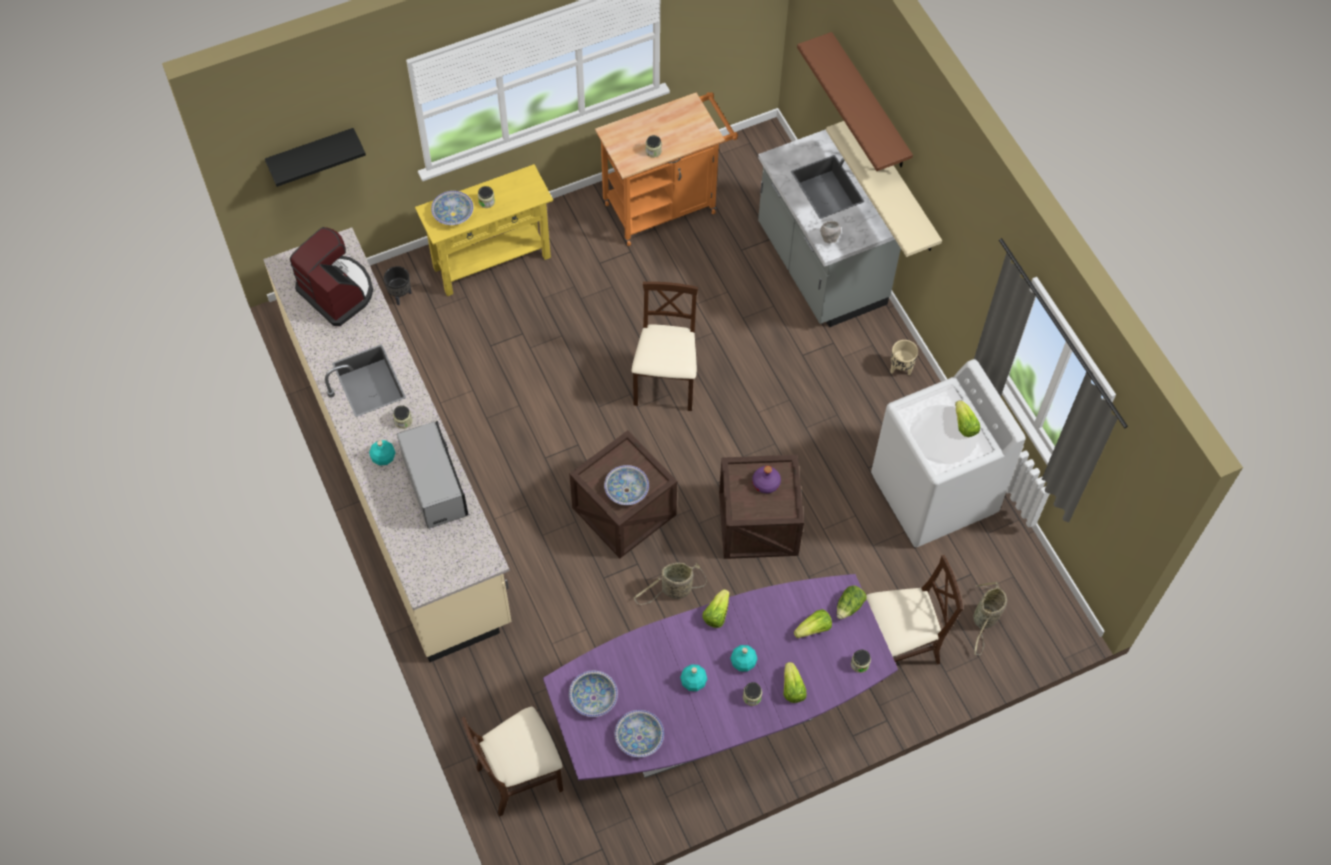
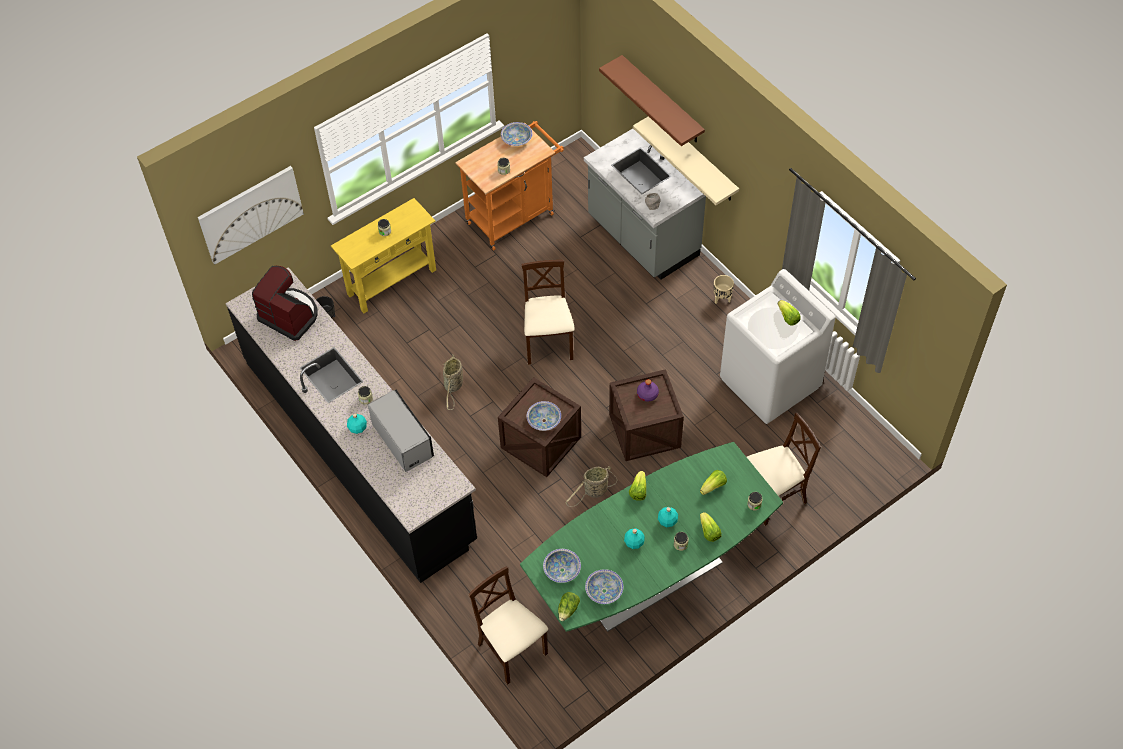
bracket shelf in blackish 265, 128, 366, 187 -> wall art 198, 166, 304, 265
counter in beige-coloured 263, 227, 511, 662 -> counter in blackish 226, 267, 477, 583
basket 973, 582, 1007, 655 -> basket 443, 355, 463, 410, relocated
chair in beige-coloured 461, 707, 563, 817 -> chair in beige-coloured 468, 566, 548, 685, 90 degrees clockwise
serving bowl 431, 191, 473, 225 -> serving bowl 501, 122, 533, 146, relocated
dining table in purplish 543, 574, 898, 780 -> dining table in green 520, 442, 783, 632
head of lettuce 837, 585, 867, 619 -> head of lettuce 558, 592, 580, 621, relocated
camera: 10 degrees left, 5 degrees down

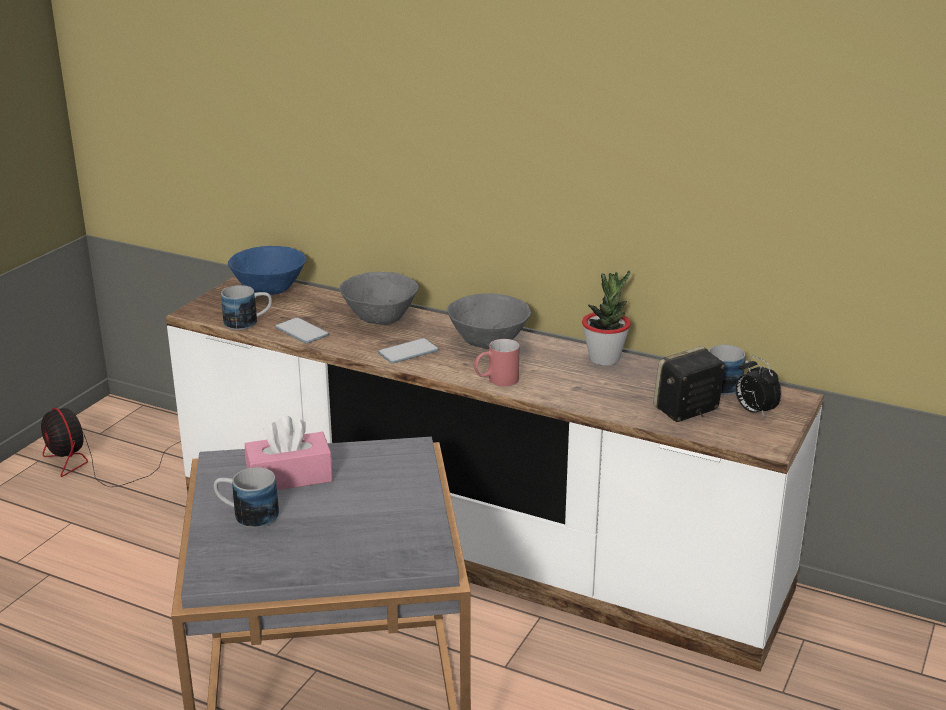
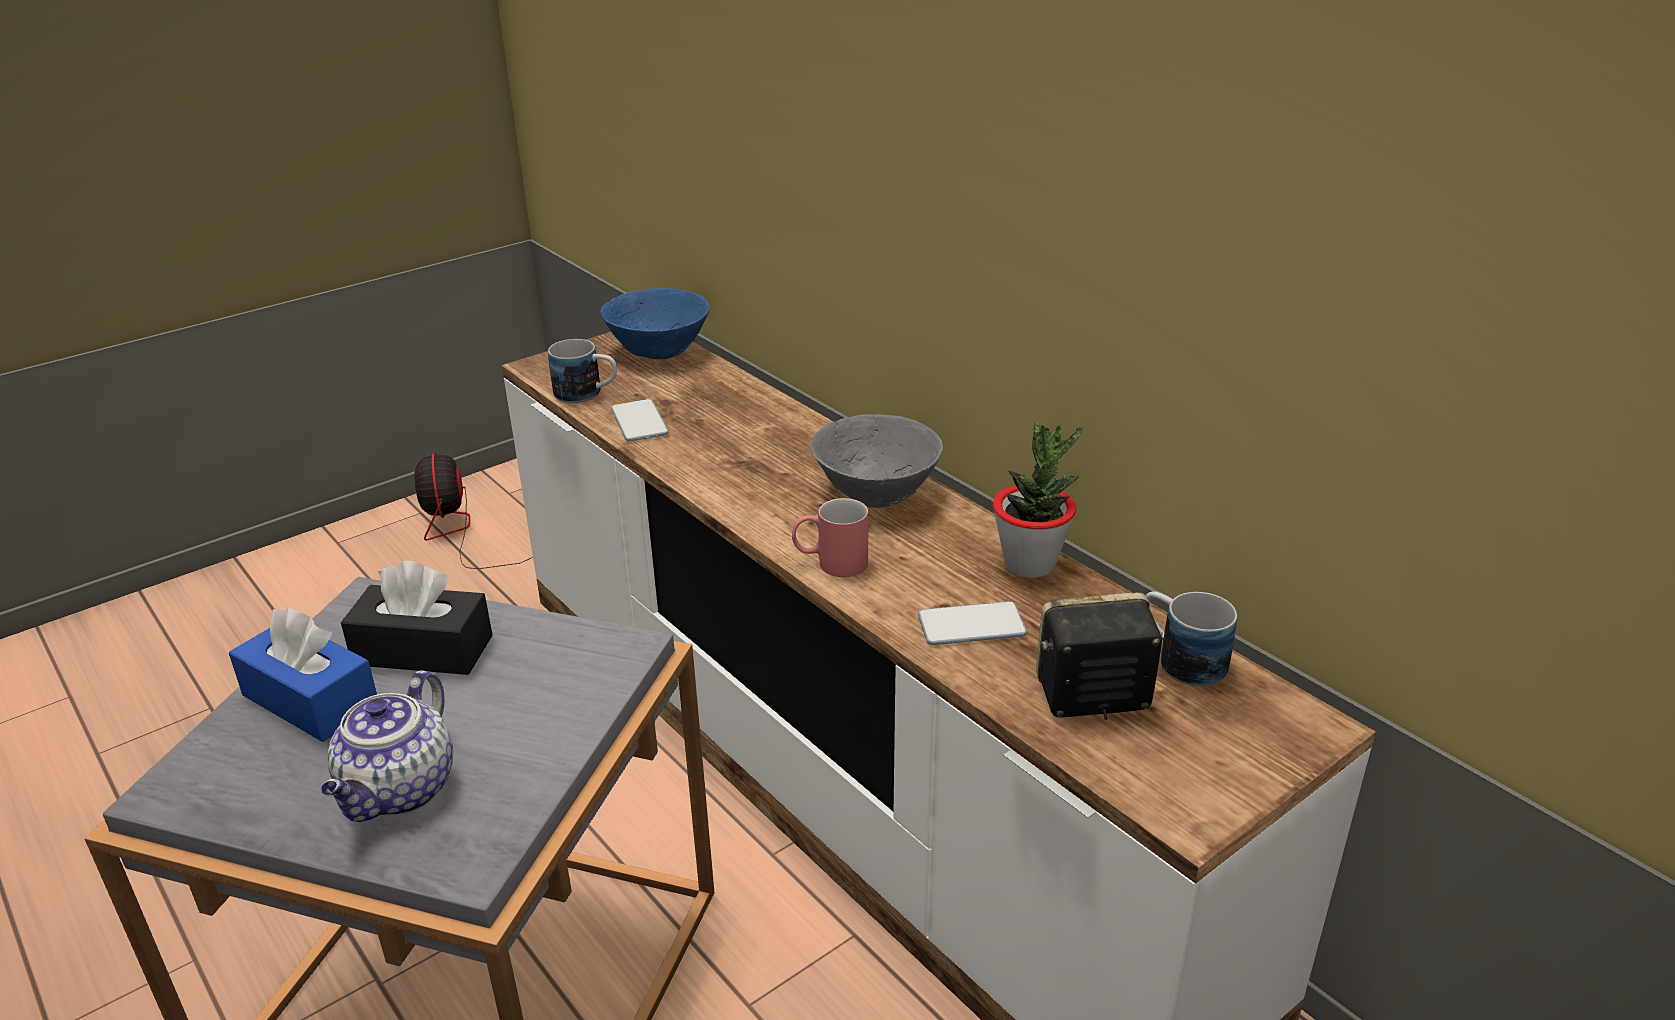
coffee mug 214, 467, 279, 528 -> tissue holder in bluish 229, 607, 377, 742
none -> pot for tea 321, 670, 453, 822
tissue holder in pink 245, 416, 333, 490 -> tissue holder in blackish 341, 561, 493, 675
telephone 378, 338, 439, 364 -> telephone 918, 601, 1027, 645, relocated
serving bowl in gray 339, 272, 418, 325 -> none
table clock 735, 356, 781, 418 -> none
camera: 25 degrees right, 5 degrees up

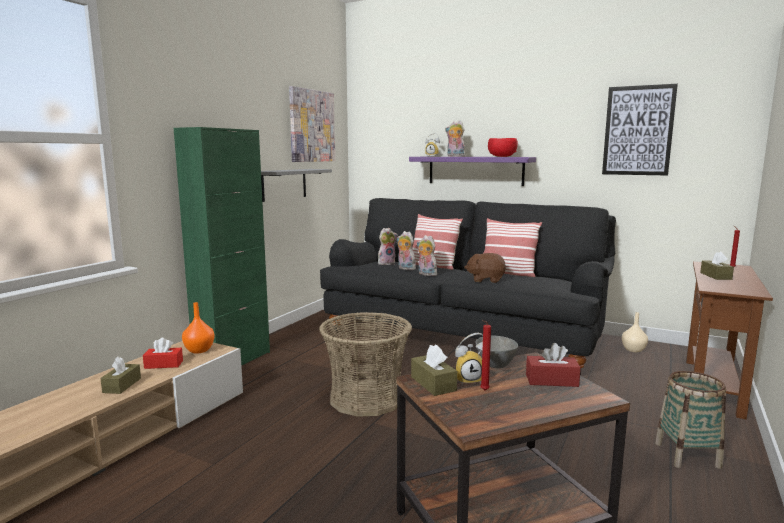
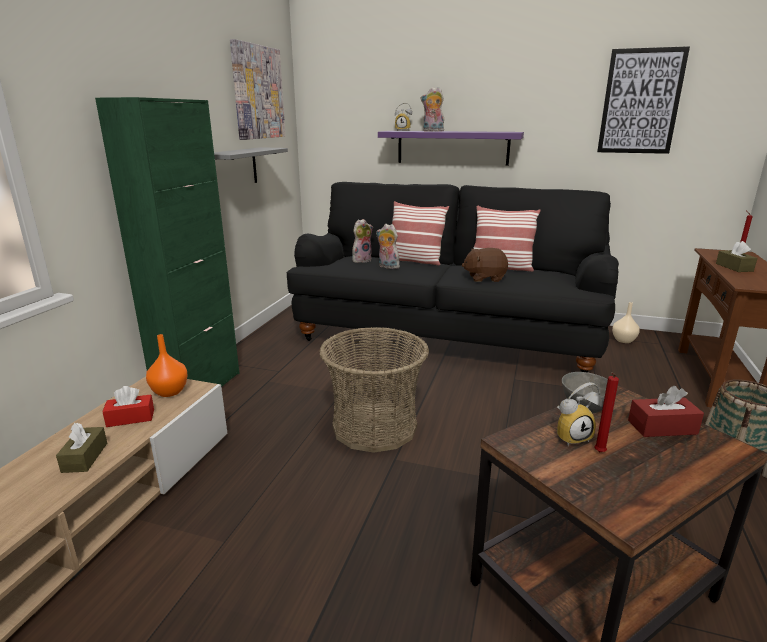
tissue holder in brown 411, 344, 457, 396 -> none
soft toy 417, 235, 437, 276 -> none
serving bowl in red 488, 138, 518, 157 -> none
camera: 10 degrees left, 10 degrees up

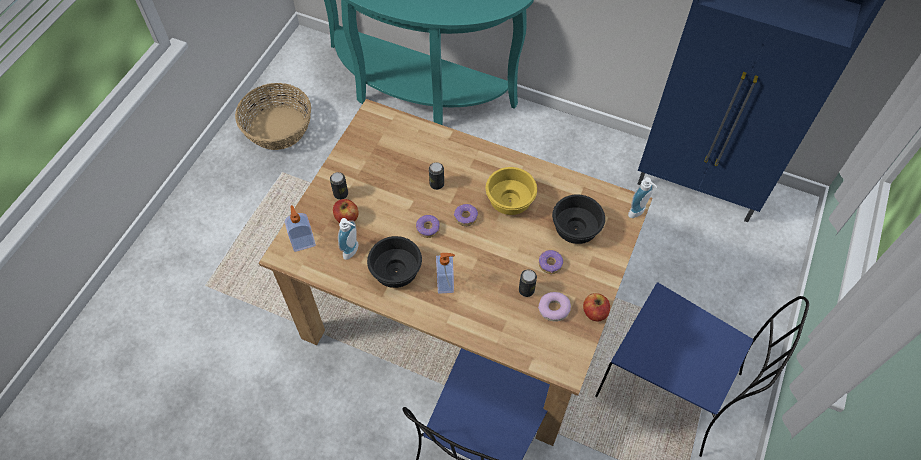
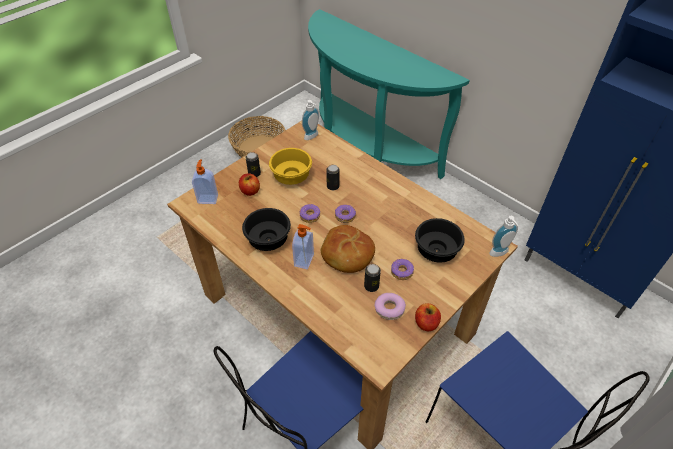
serving bowl in yellow 486, 167, 537, 215 -> serving bowl in yellow 269, 148, 312, 185, relocated
liquid soap bottle 338, 218, 359, 260 -> liquid soap bottle 302, 100, 319, 140, relocated
none -> bakery bread 321, 225, 375, 273
camera: 20 degrees right, 10 degrees down

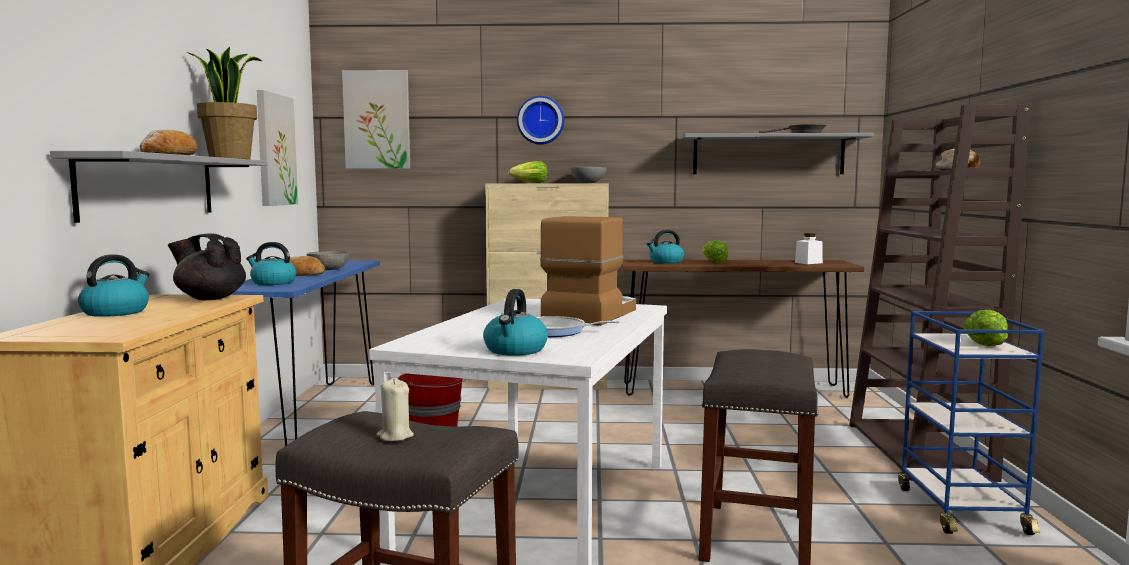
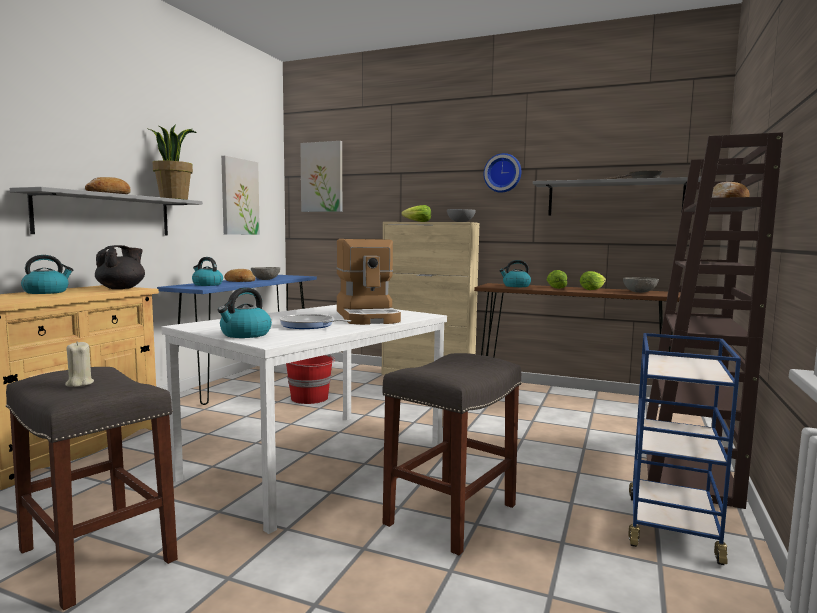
pot for tea in blackish 168, 233, 246, 300 -> pot for tea in blackish 95, 245, 145, 289, 75 degrees clockwise
coffee machine 540, 216, 636, 326 -> coffee machine 336, 239, 401, 325, 120 degrees clockwise
wall clock 517, 96, 564, 145 -> wall clock 484, 153, 521, 193, relocated
head of lettuce 963, 310, 1008, 346 -> head of lettuce 580, 271, 606, 290, relocated
storage jar in white 795, 233, 823, 264 -> serving bowl in gray 623, 277, 659, 293
camera: 20 degrees right, 0 degrees up

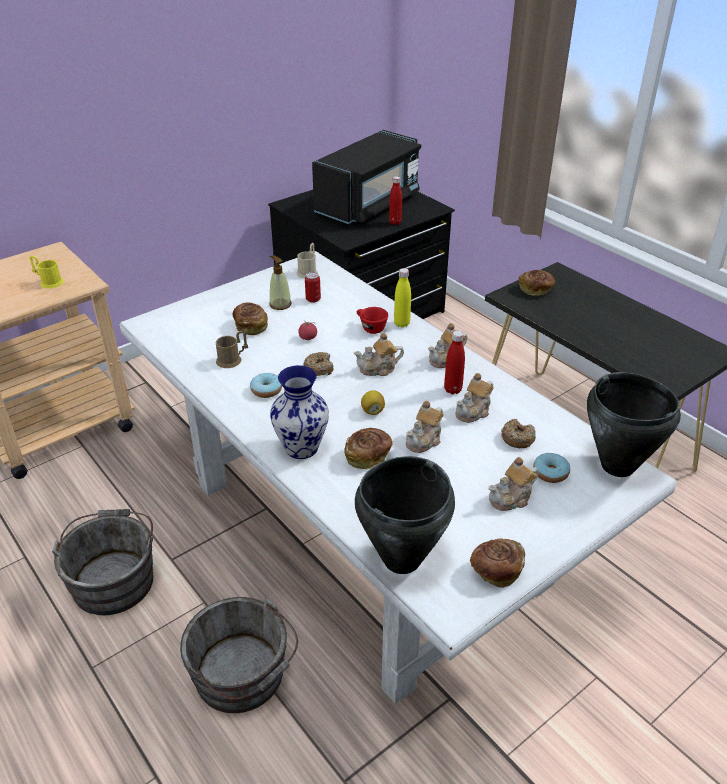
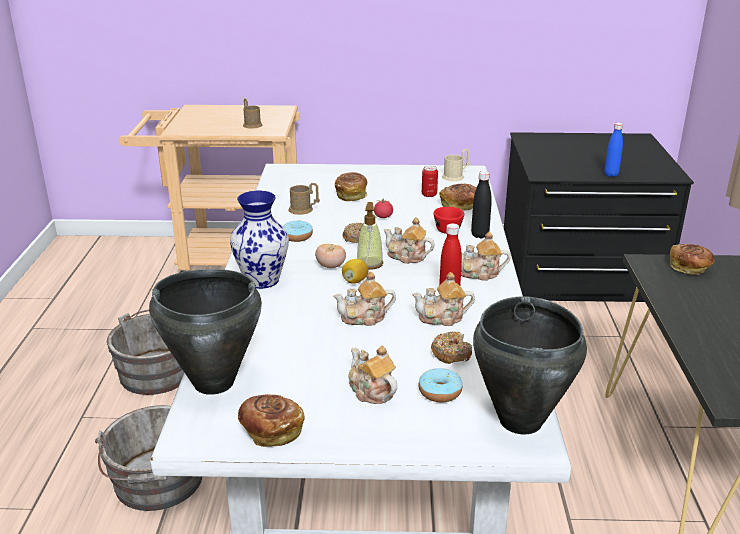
coffee mug in yellow 30, 256, 64, 289 -> coffee mug in brown 243, 98, 263, 129
none -> tomato 315, 244, 346, 268
pot for tea 489, 457, 539, 511 -> pot for tea 348, 345, 398, 404, 45 degrees clockwise
liquid soap bottle 269, 255, 291, 310 -> liquid soap bottle 357, 202, 383, 270, relocated
bakery bread 344, 428, 393, 470 -> bakery bread 439, 184, 477, 211, relocated
beverage bottle in yellow 394, 268, 411, 327 -> beverage bottle in blackish 471, 171, 492, 238
beverage bottle in red 389, 176, 402, 225 -> beverage bottle in bluish 604, 122, 623, 177
microwave oven in blackish 312, 130, 421, 224 -> none
camera: 40 degrees right, 10 degrees down

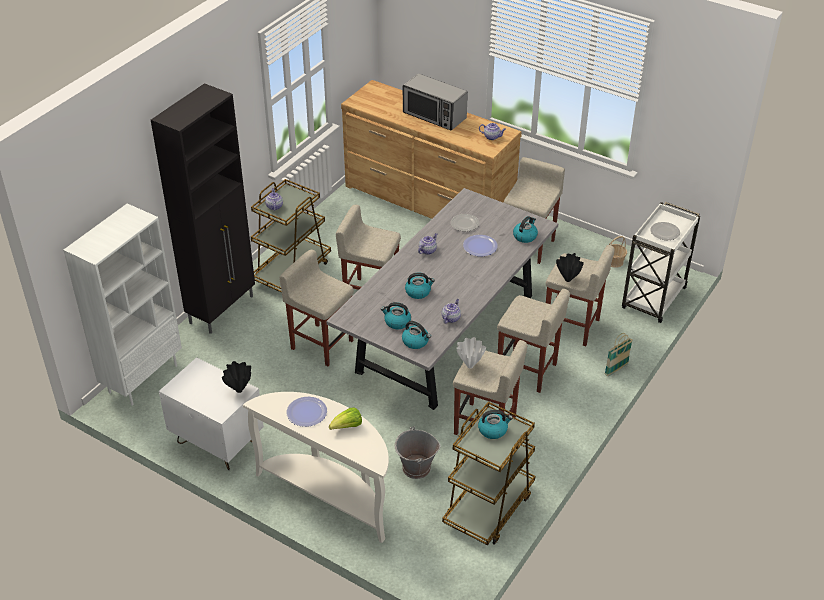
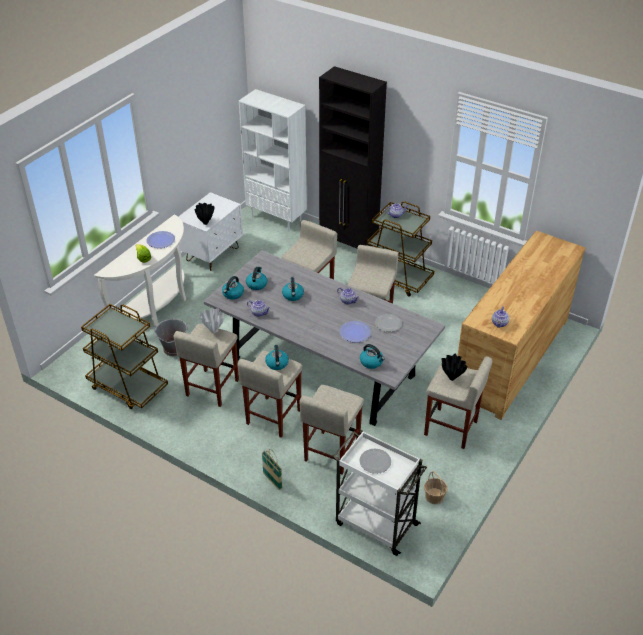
tea kettle 478, 410, 513, 439 -> tea kettle 265, 345, 289, 370, relocated
vase in blackish 556, 253, 584, 282 -> vase in blackish 442, 354, 468, 381, relocated
microwave oven 403, 74, 468, 131 -> none
camera: 90 degrees right, 0 degrees up

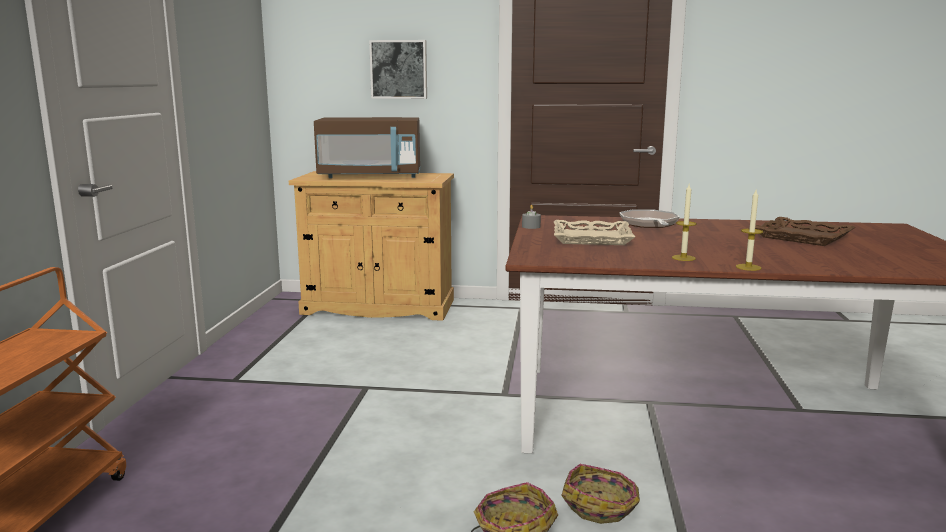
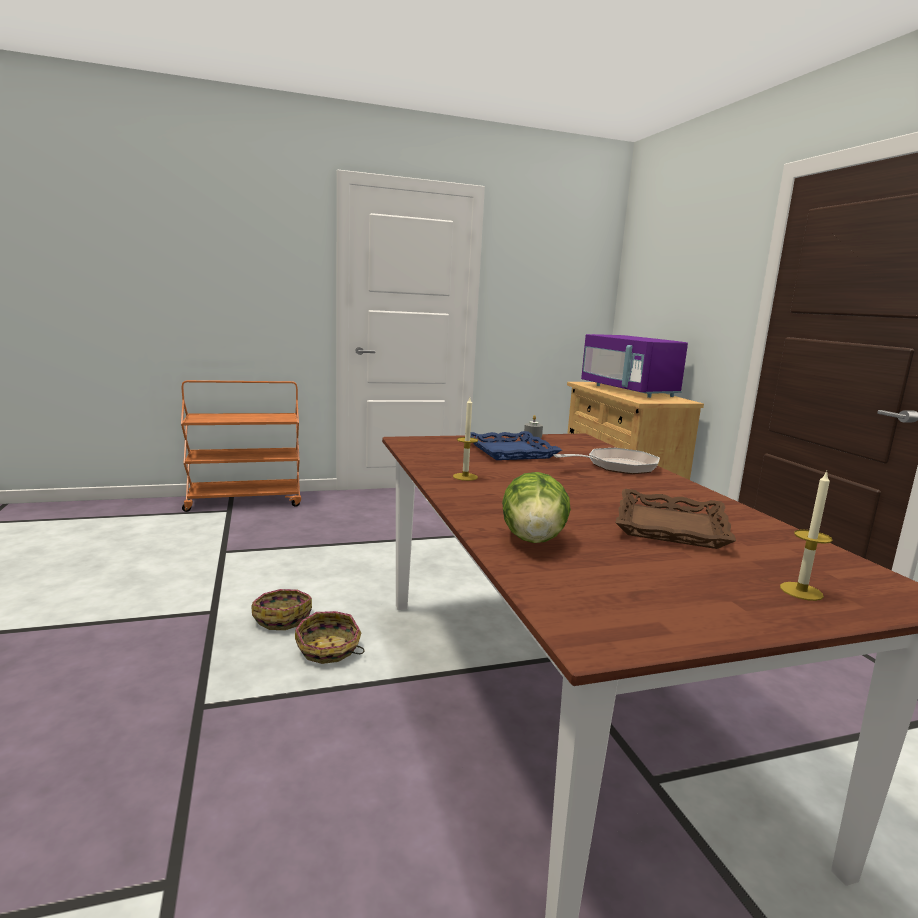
tray in beige-coloured 554, 220, 635, 245 -> tray in bluish 470, 431, 562, 460
none -> head of lettuce 502, 472, 571, 543
microwave oven in brown 314, 117, 421, 178 -> microwave oven in purplish 581, 334, 688, 398
wax light 736, 190, 763, 271 -> wax light 780, 471, 833, 601, relocated
wall art 369, 40, 427, 99 -> none
camera: 65 degrees right, 0 degrees up

